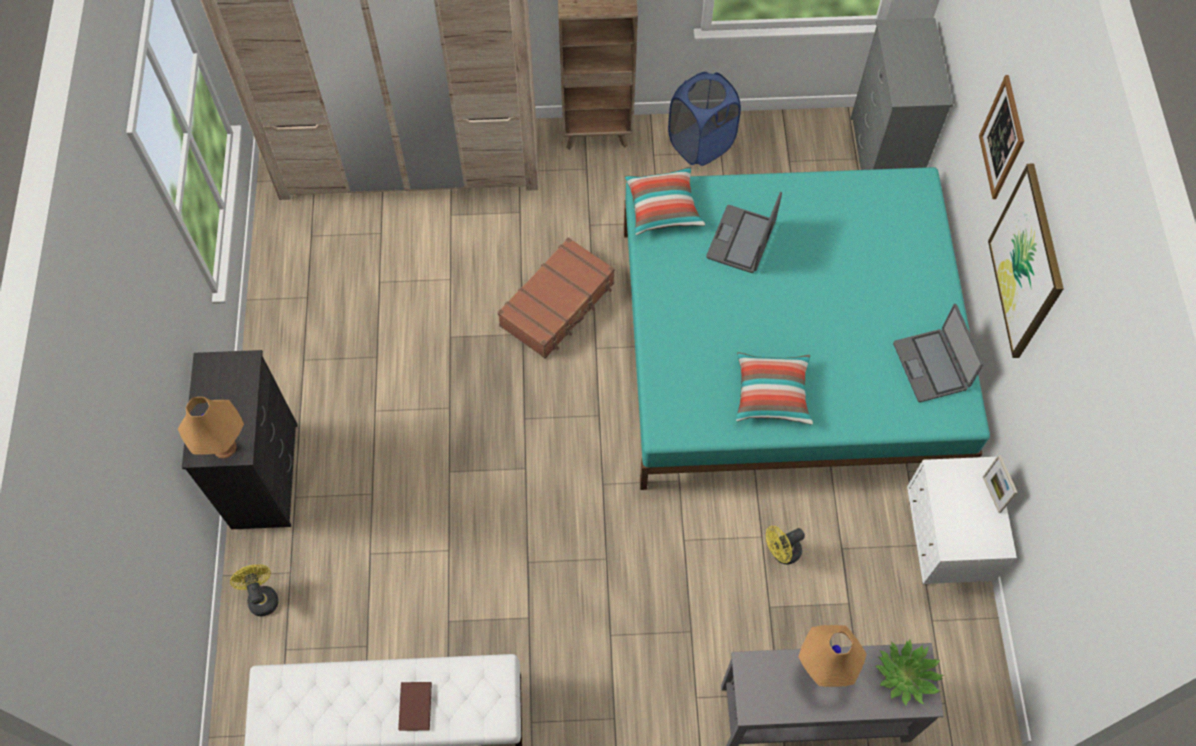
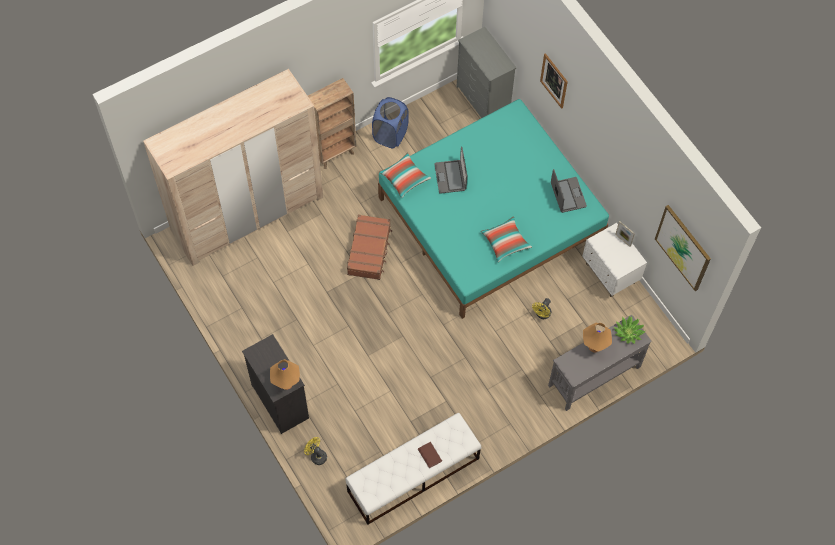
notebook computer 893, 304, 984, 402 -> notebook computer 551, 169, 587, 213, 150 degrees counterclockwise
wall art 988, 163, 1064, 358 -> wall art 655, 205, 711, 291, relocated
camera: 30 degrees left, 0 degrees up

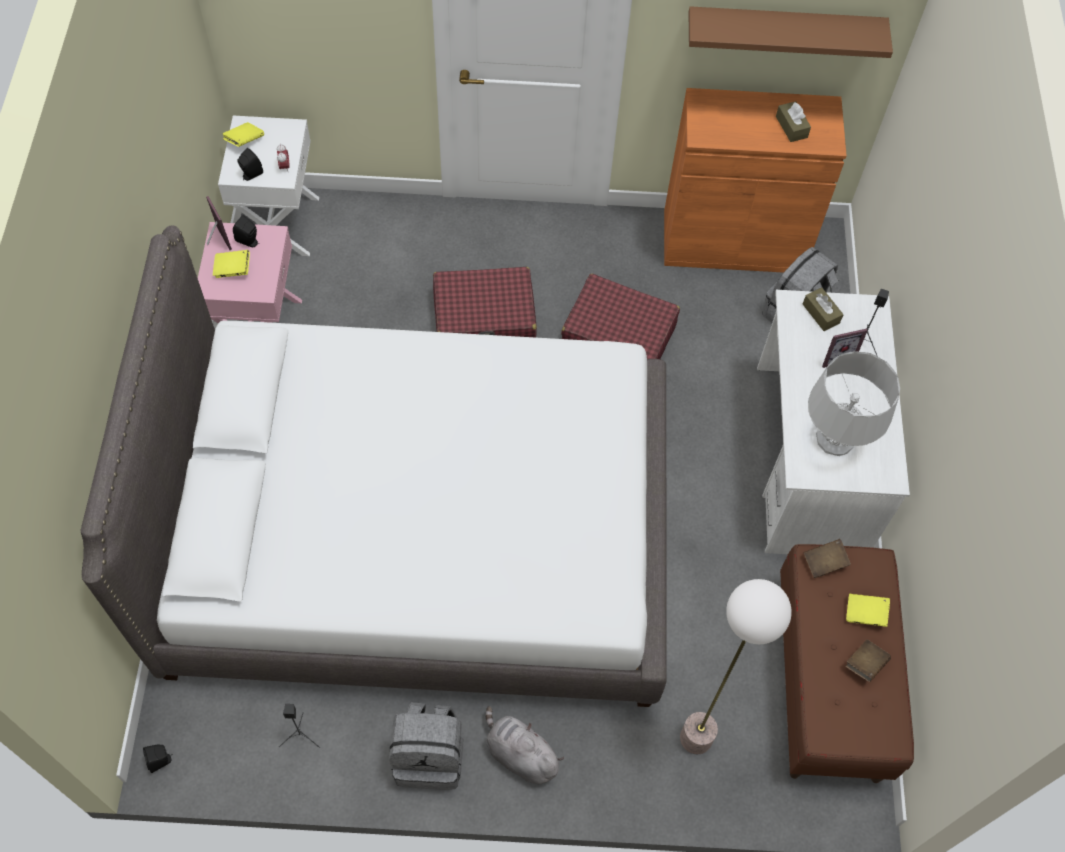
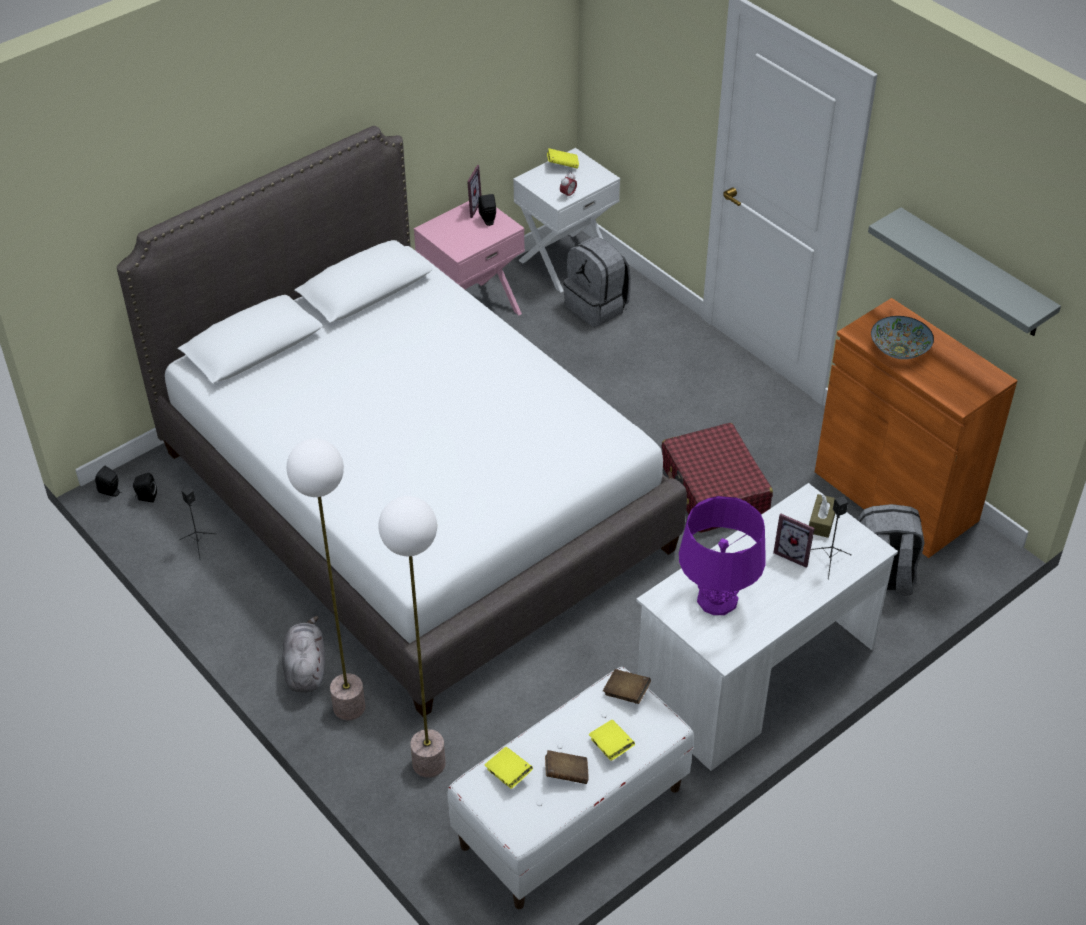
audio speaker in blackish 237, 148, 263, 181 -> audio speaker in blackish 133, 473, 157, 502, relocated
none -> floor lamp 287, 439, 365, 720
indoor bench in brown 780, 544, 914, 783 -> indoor bench in white 448, 667, 694, 909
book in yellow 213, 250, 250, 278 -> book in yellow 485, 747, 533, 789, relocated
backpack in gray 389, 702, 463, 790 -> backpack in gray 563, 236, 631, 327, relocated
lamp for a table in gray 808, 352, 900, 456 -> lamp for a table in purplish 679, 496, 766, 615
bracket shelf in brown 689, 6, 893, 58 -> bracket shelf in gray 868, 207, 1061, 336
none -> serving bowl 871, 316, 934, 359
travel case in red 433, 267, 537, 338 -> none
tissue holder in brown 776, 101, 811, 142 -> none
camera: 50 degrees right, 15 degrees down

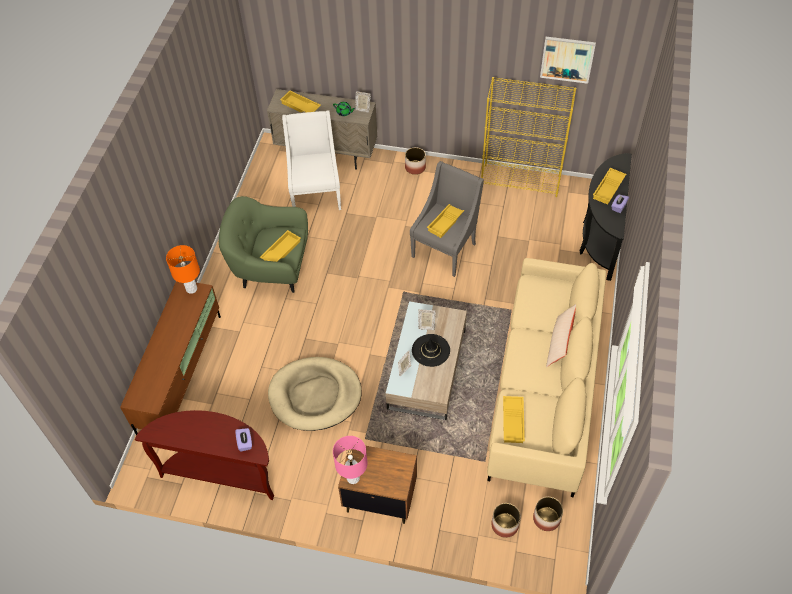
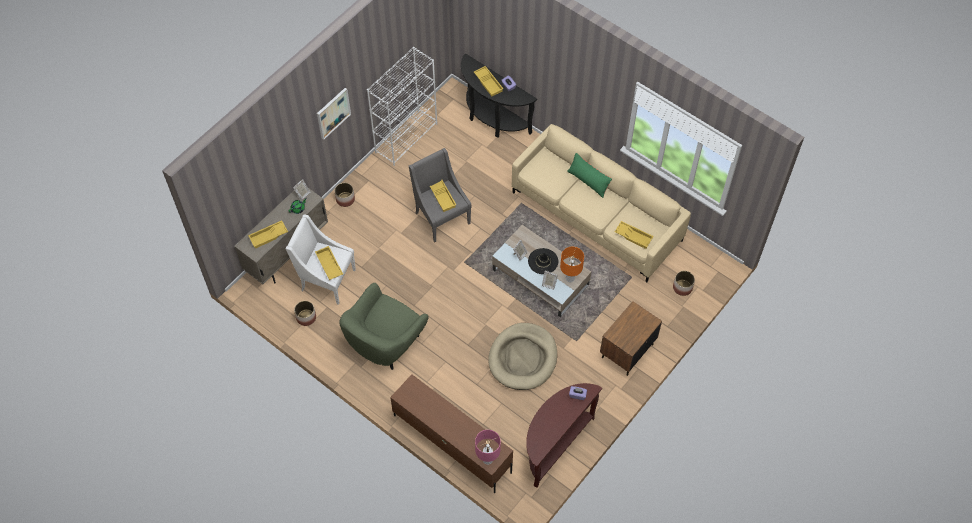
flower pot 533, 497, 563, 531 -> flower pot 294, 301, 316, 326, relocated
tray in yellow 260, 230, 301, 262 -> tray in yellow 315, 246, 343, 280, relocated
wall art 540, 37, 596, 84 -> wall art 317, 88, 351, 140, relocated
shelving unit in yellow 481, 77, 576, 197 -> shelving unit in white 367, 47, 437, 166
lamp for a table in pink 333, 436, 368, 484 -> lamp for a table in pink 475, 430, 501, 465, relocated
lamp for a table in orangey 166, 245, 200, 294 -> lamp for a table in orangey 560, 247, 584, 282, relocated
cushion in beige-coloured 546, 304, 576, 367 -> cushion in green 567, 153, 612, 198
camera: 65 degrees left, 5 degrees up

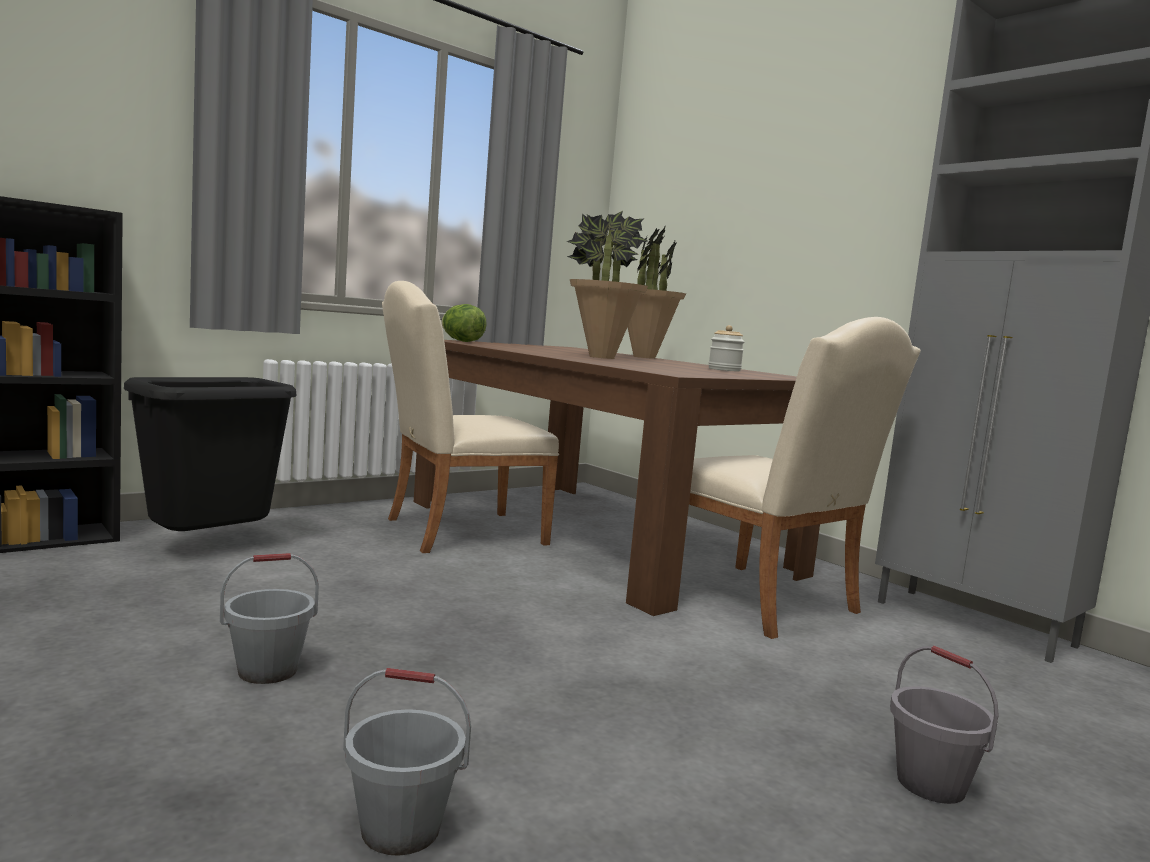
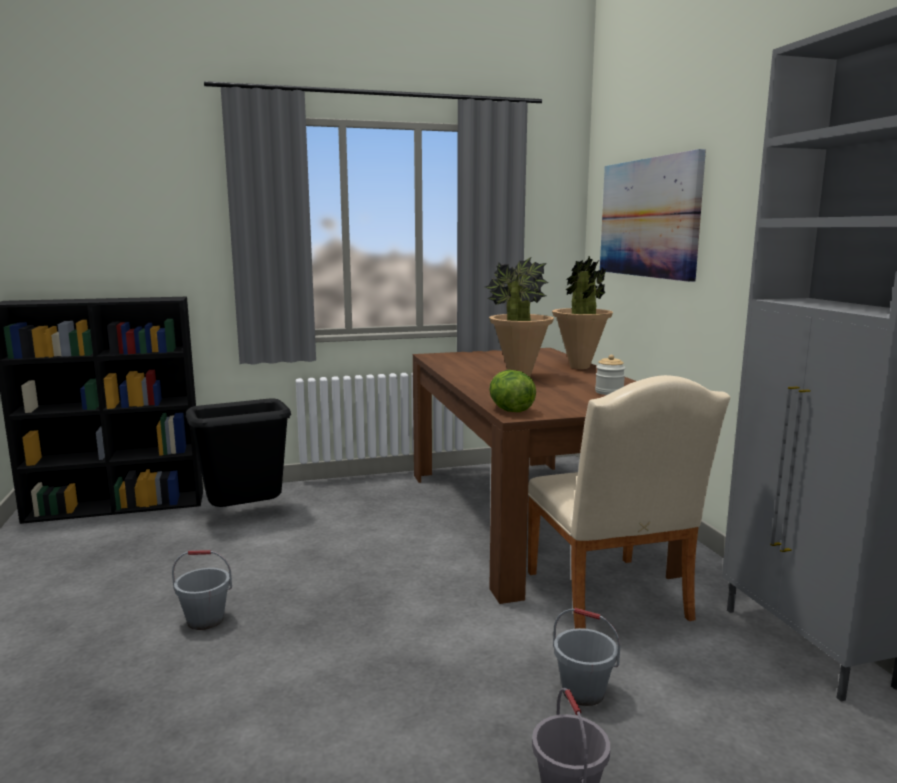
head of lettuce 442, 304, 487, 342 -> head of lettuce 489, 370, 536, 412, relocated
water bucket in gray 343, 668, 471, 856 -> water bucket in gray 553, 608, 620, 706, relocated
none -> wall art 600, 149, 706, 282
chair in beige-coloured 382, 281, 559, 553 -> none
camera: 25 degrees right, 5 degrees up

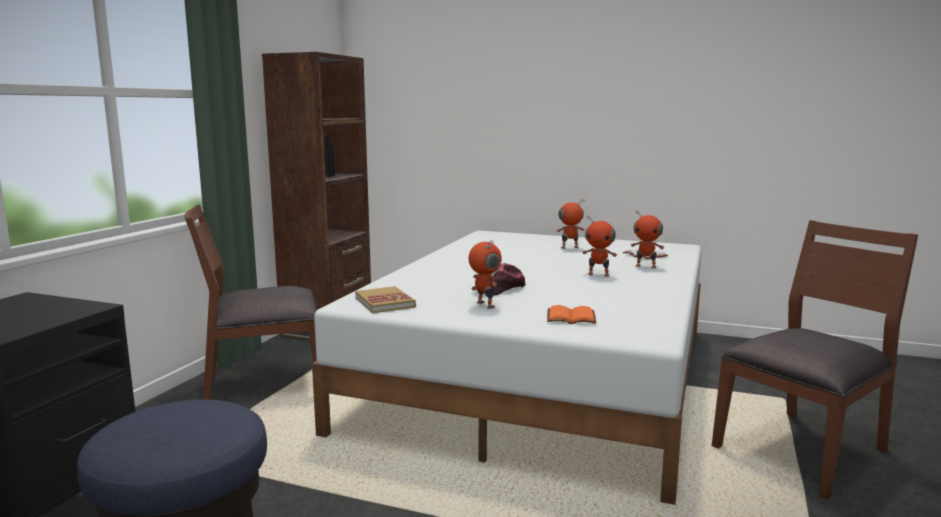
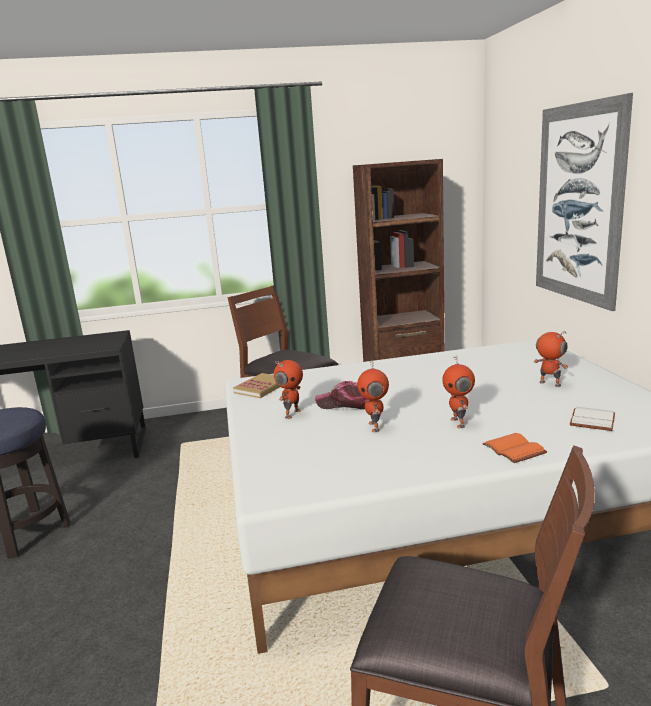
model robot 631, 210, 664, 268 -> model robot 357, 361, 389, 432, relocated
book in orangey 547, 305, 596, 324 -> book in orangey 482, 433, 547, 463, relocated
none -> wall art 536, 93, 633, 311
camera: 60 degrees right, 5 degrees up

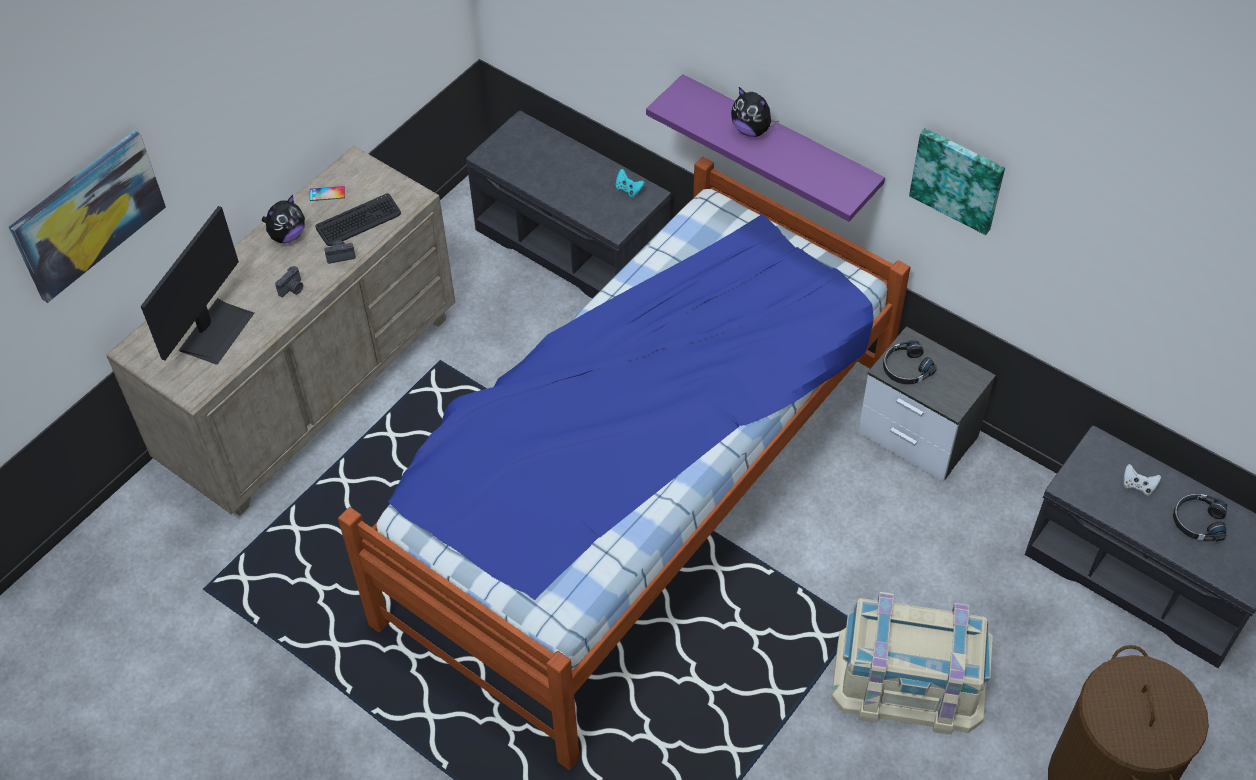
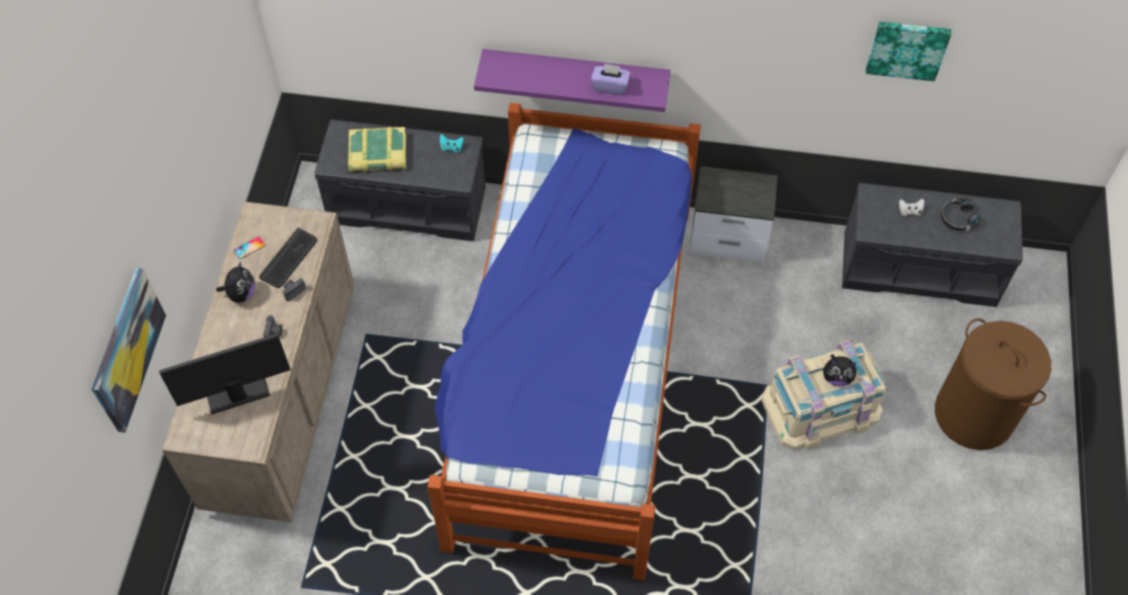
computer display 141, 206, 254, 365 -> computer display 159, 333, 290, 414, 105 degrees counterclockwise
none -> book 348, 127, 406, 172
none -> tissue holder in purplish 591, 63, 630, 95
soft toy 731, 87, 778, 137 -> soft toy 823, 354, 856, 386, relocated
wall art 909, 128, 1005, 235 -> wall art 866, 22, 951, 81, relocated
headset in blackish 883, 340, 937, 385 -> none
camera: 30 degrees left, 5 degrees up

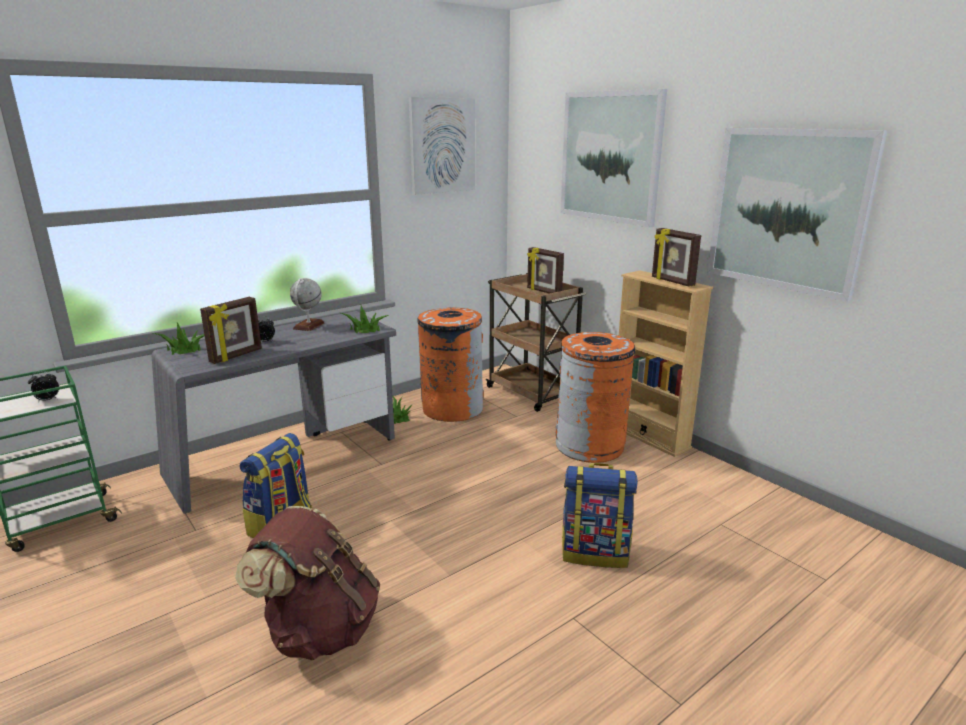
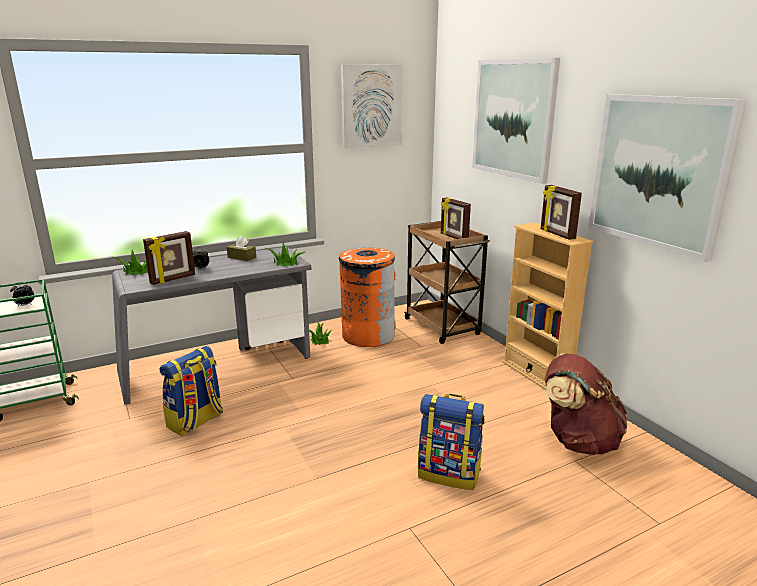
world globe 290, 278, 324, 331 -> tissue holder in brown 227, 236, 256, 261
backpack in brown 235, 506, 380, 660 -> backpack in brown 544, 353, 627, 455, relocated
waste bin in orangey 556, 332, 635, 463 -> none
camera: 10 degrees right, 0 degrees up

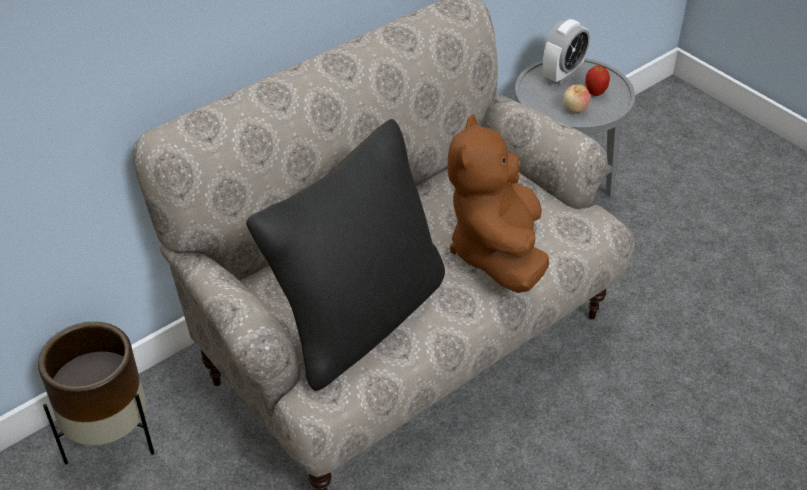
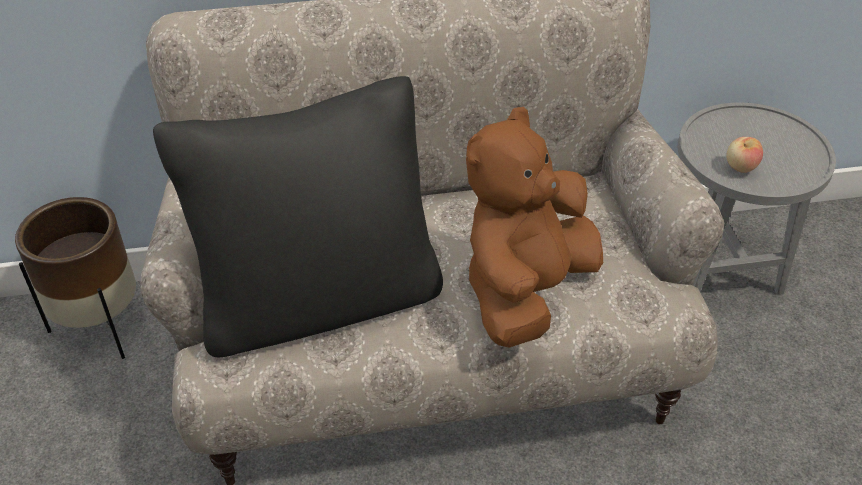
table clock 542, 19, 590, 84 -> none
apple 585, 65, 610, 96 -> none
camera: 30 degrees right, 0 degrees up

